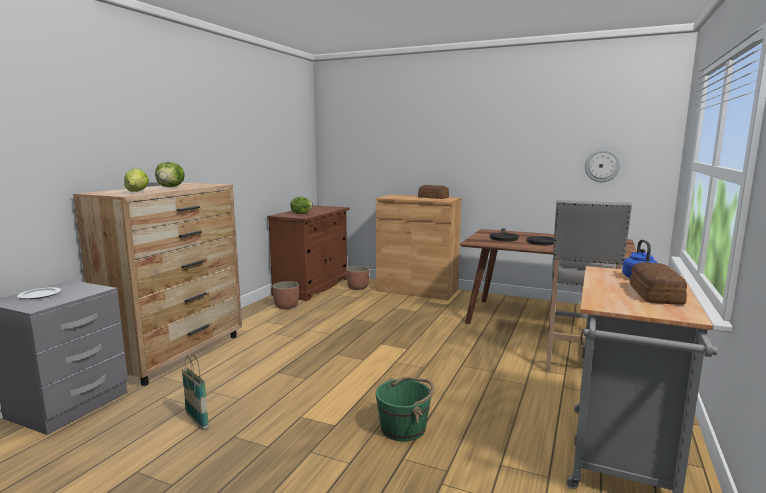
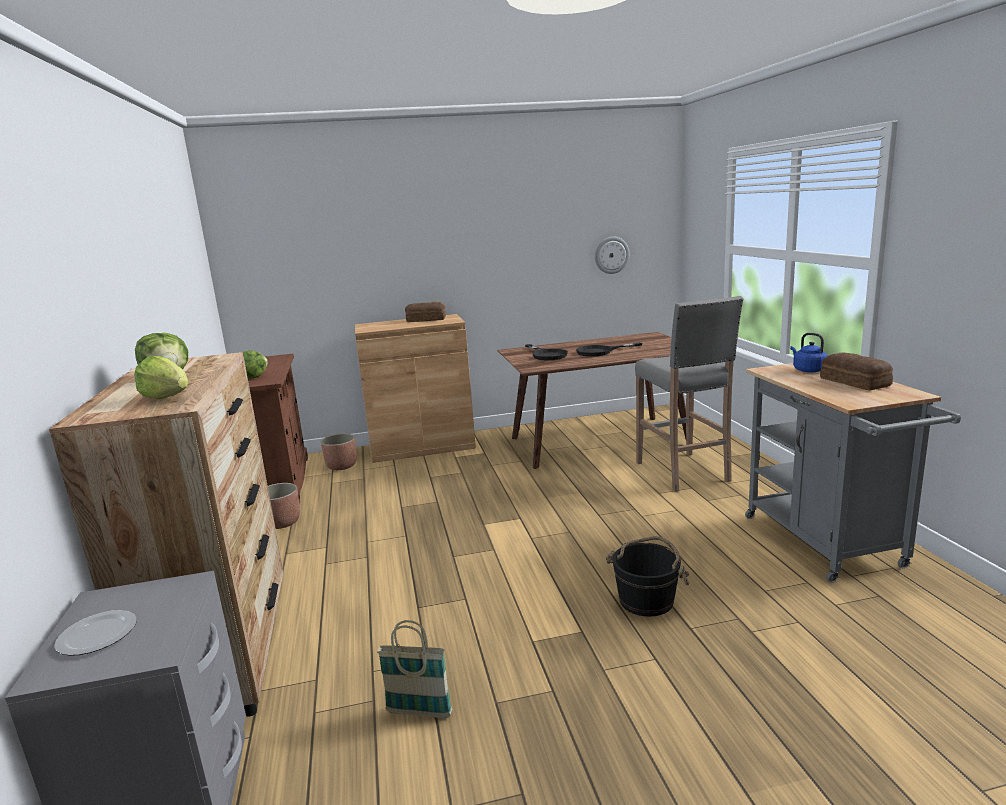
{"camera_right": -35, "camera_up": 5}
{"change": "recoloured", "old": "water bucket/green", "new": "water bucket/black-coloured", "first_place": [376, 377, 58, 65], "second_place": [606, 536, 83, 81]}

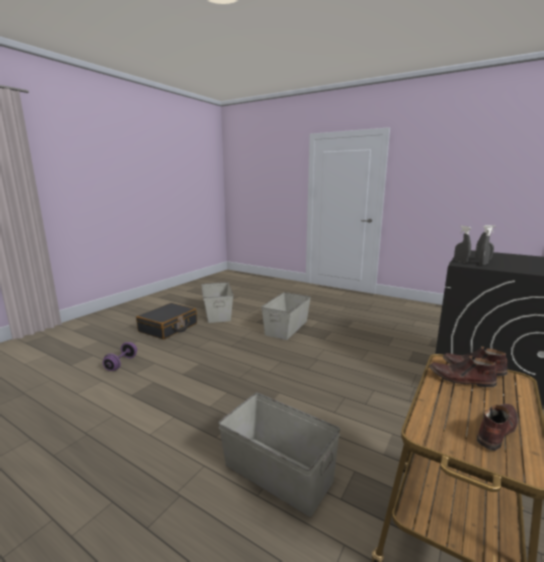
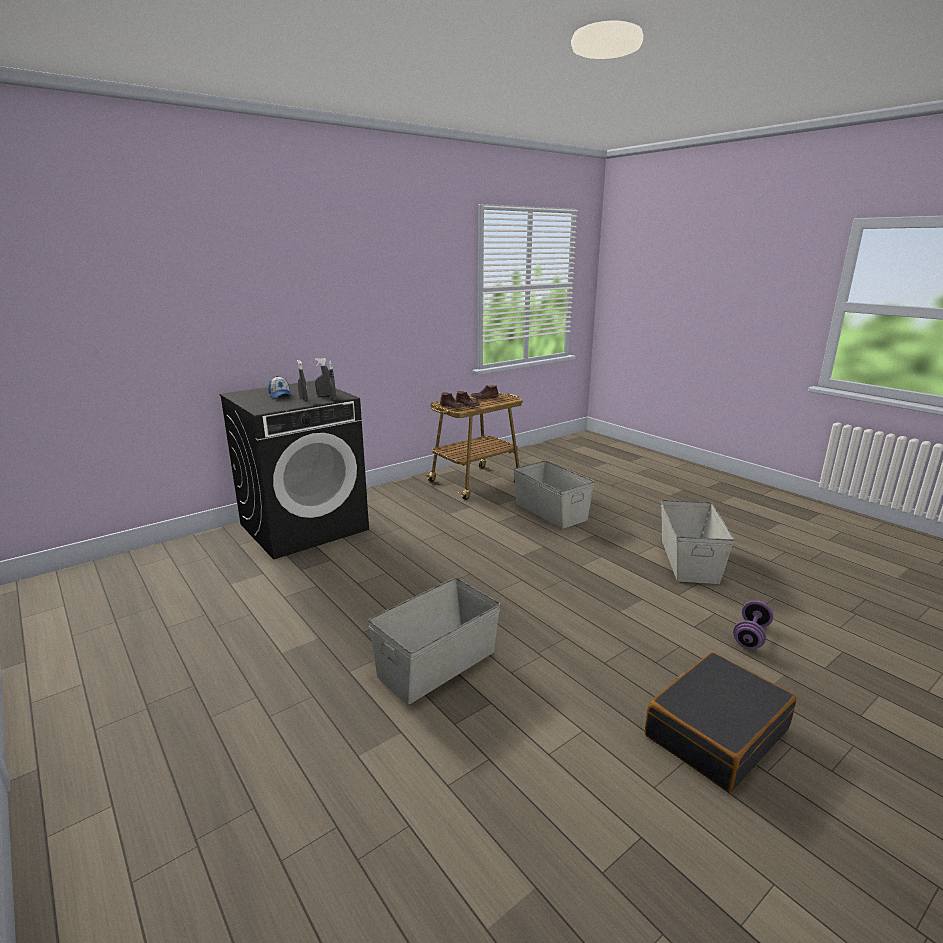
{"camera_right": -160, "camera_up": 5}
{"change": "moved", "old": "storage bin/grey", "first_place": [201, 282, 33, 41], "second_place": [661, 500, 74, 84]}
{"change": "added", "new": "baseball cap", "second_place": [268, 376, 25, 23]}

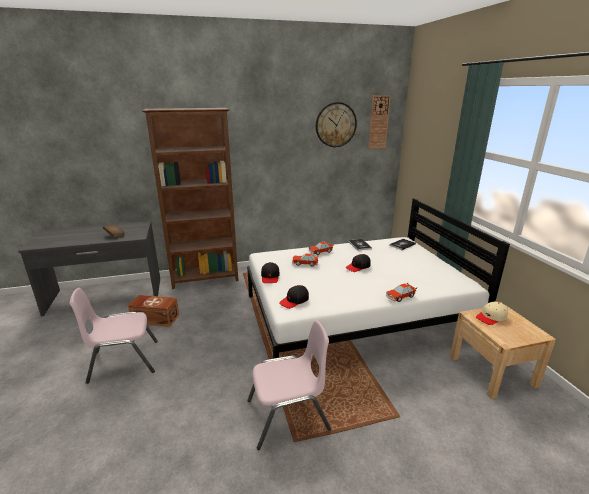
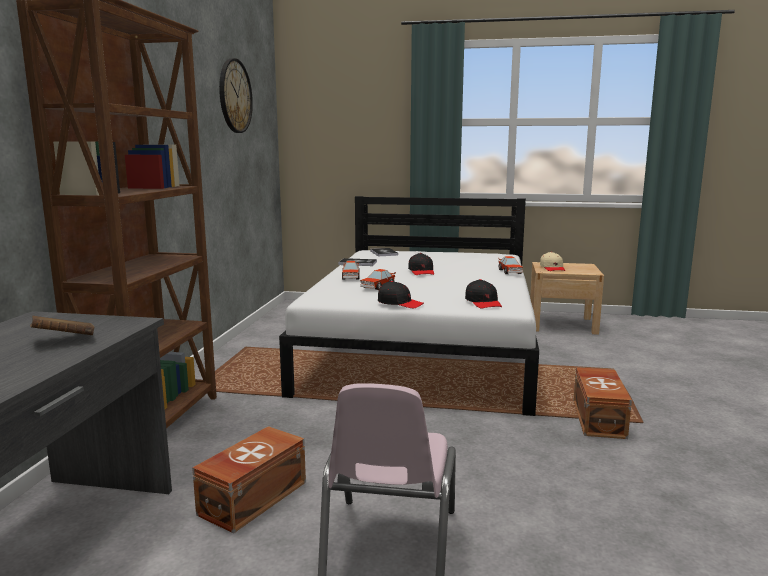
{"camera_right": -65, "camera_up": -10}
{"change": "removed", "old": "clock on the wall", "first_place": [369, 95, 22, 54]}
{"change": "replaced", "old": "chair/pink", "new": "storage bin/brownish", "first_place": [247, 320, 85, 130], "second_place": [573, 367, 59, 72]}

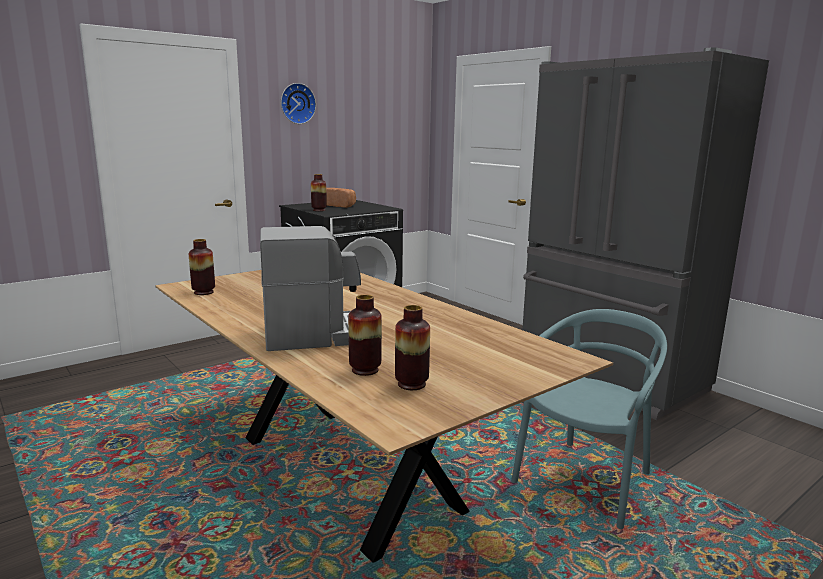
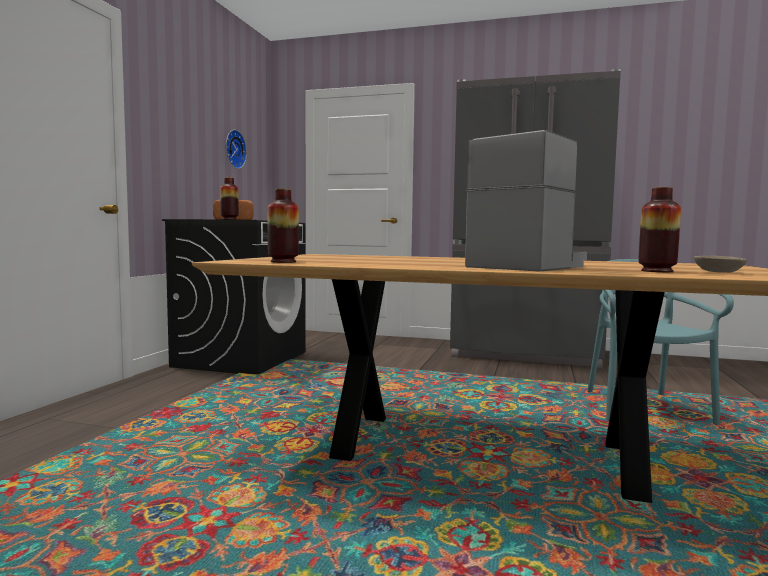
{"camera_right": -35, "camera_up": -10}
{"change": "moved", "old": "clock on the wall", "first_place": [281, 83, 35, 41], "second_place": [226, 130, 21, 39]}
{"change": "replaced", "old": "vase", "new": "bowl/beige", "first_place": [395, 305, 35, 85], "second_place": [694, 256, 53, 17]}

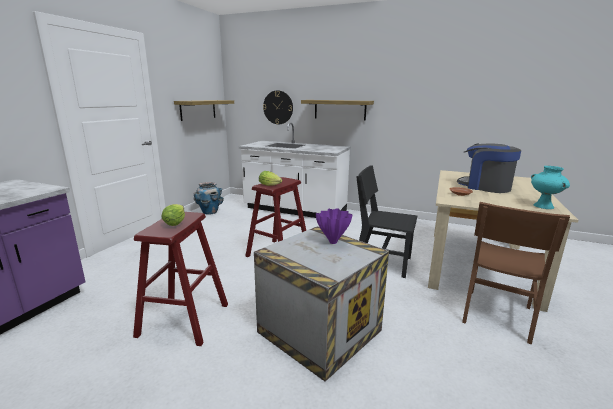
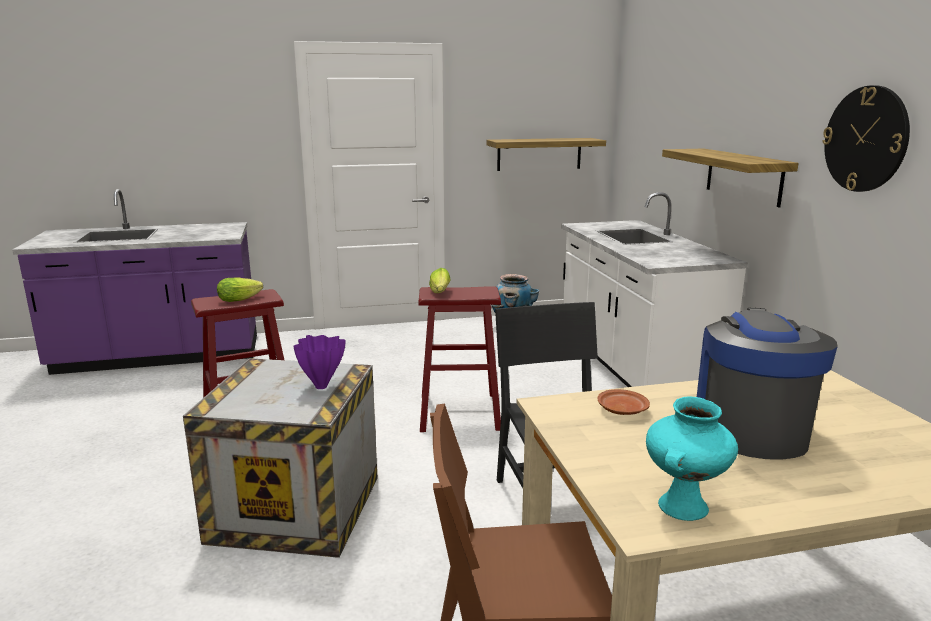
{"camera_right": 55, "camera_up": 0}
{"change": "moved", "old": "clock on the wall", "first_place": [263, 90, 30, 34], "second_place": [822, 85, 88, 107]}

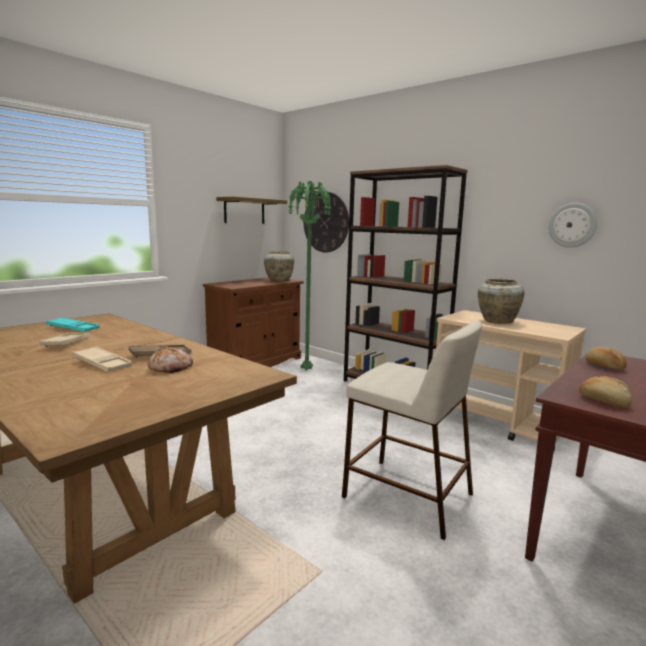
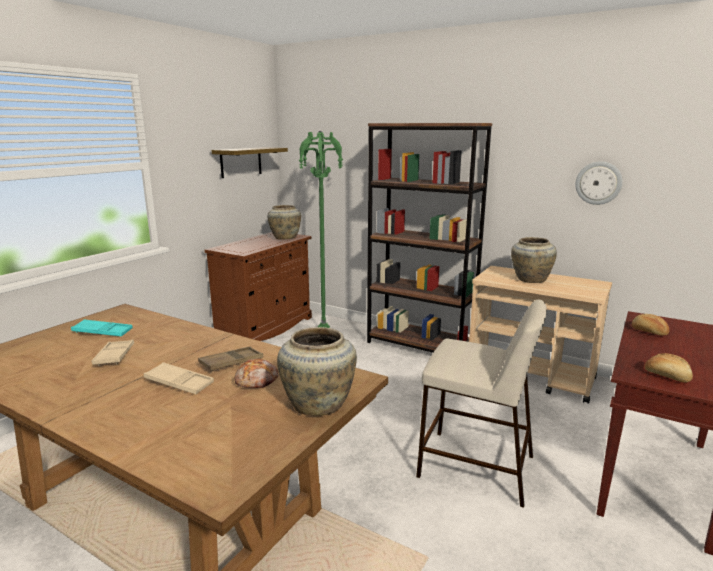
{"camera_right": -10, "camera_up": 5}
{"change": "removed", "old": "clock on the wall", "first_place": [304, 192, 45, 61]}
{"change": "added", "new": "vase/beige", "second_place": [277, 327, 80, 88]}

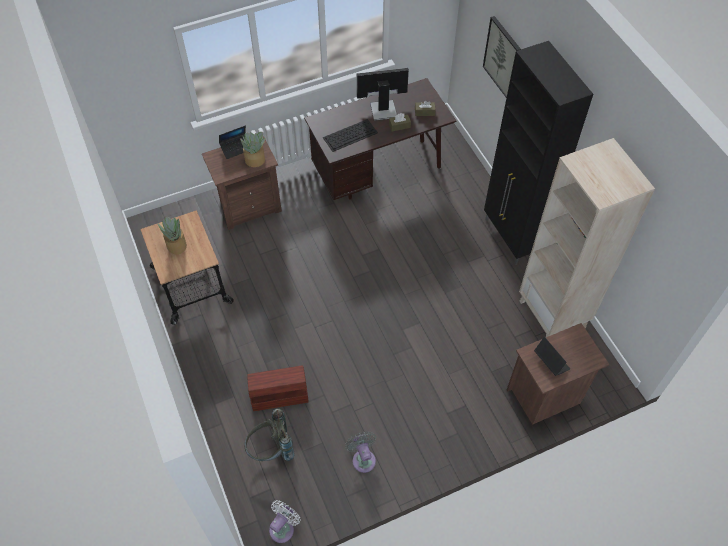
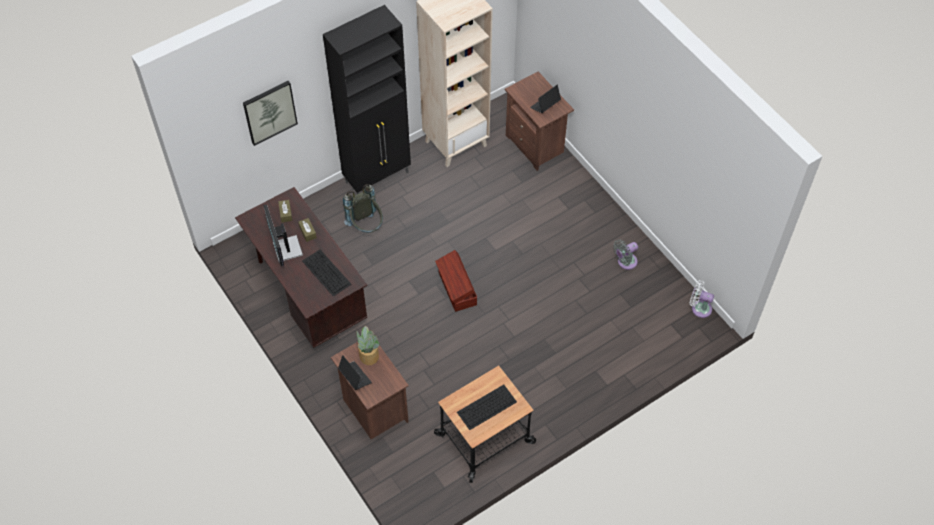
{"camera_right": -100, "camera_up": 0}
{"change": "replaced", "old": "plant in a pot", "new": "PC keyboard", "first_place": [157, 217, 30, 38], "second_place": [457, 385, 60, 45]}
{"change": "moved", "old": "storage bin/brownish", "first_place": [247, 365, 62, 46], "second_place": [435, 250, 42, 62]}
{"change": "moved", "old": "knapsack/grey", "first_place": [244, 409, 51, 52], "second_place": [343, 184, 40, 49]}

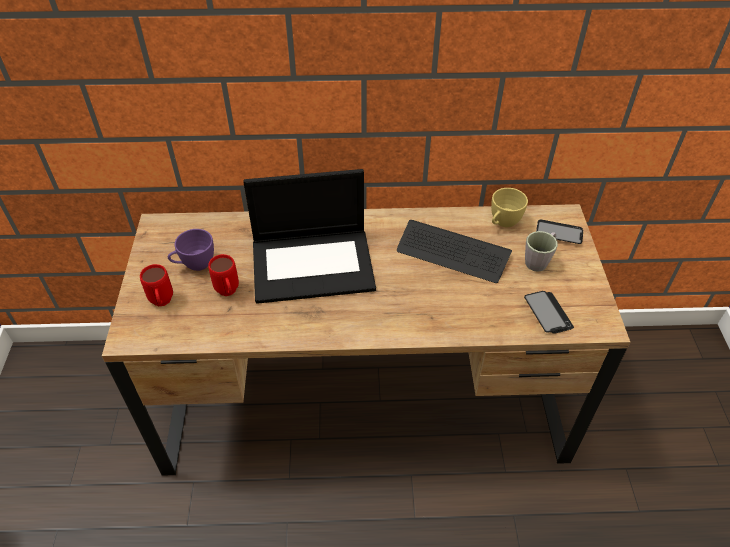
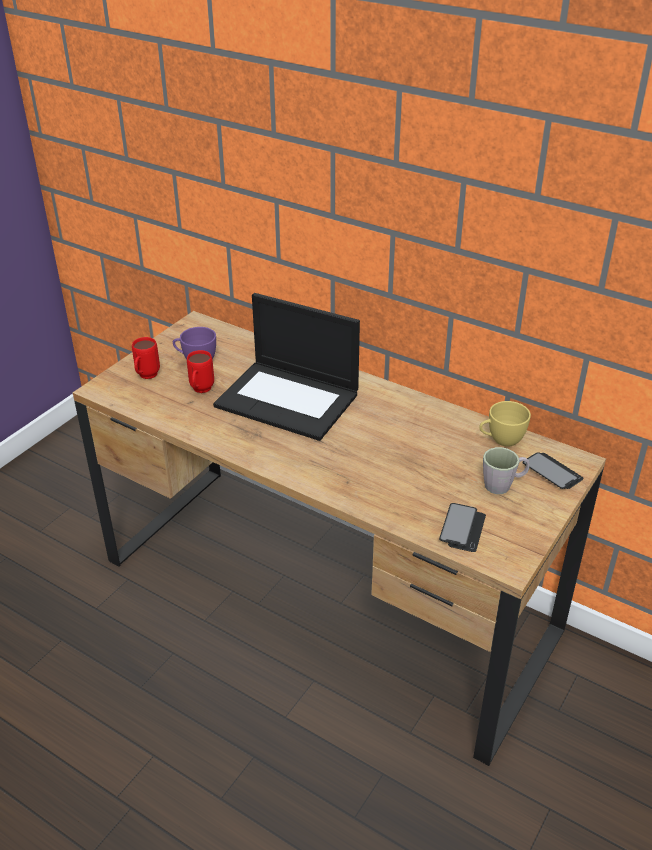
{"camera_right": 35, "camera_up": -10}
{"change": "removed", "old": "PC keyboard", "first_place": [397, 220, 115, 63]}

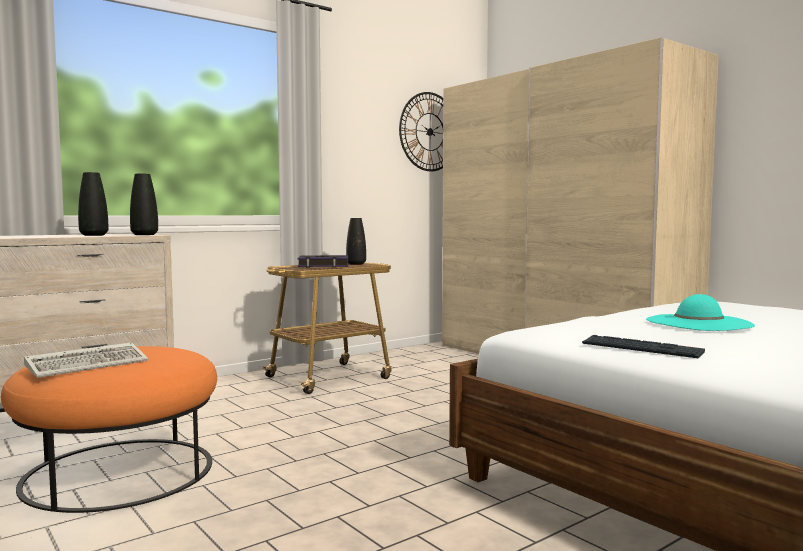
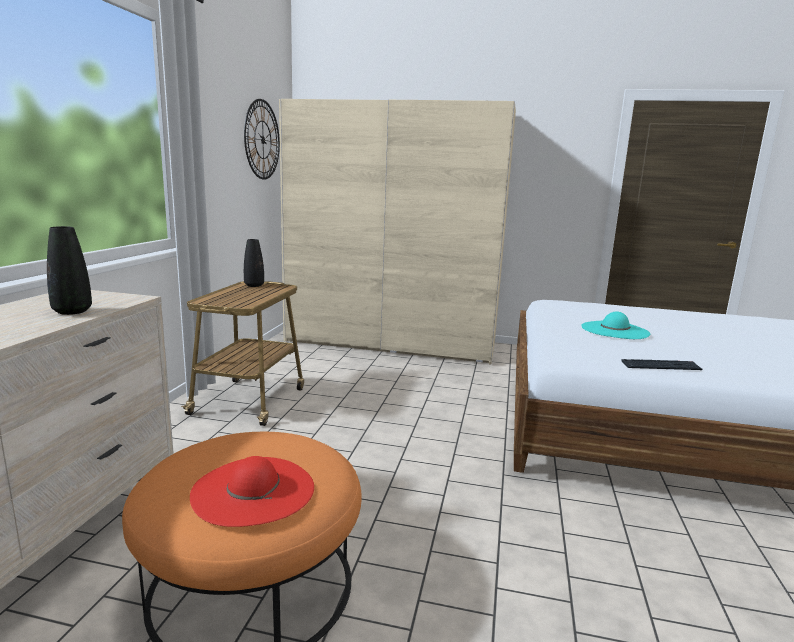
{"camera_right": -40, "camera_up": 10}
{"change": "removed", "old": "vase/black-coloured", "first_place": [130, 174, 28, 61]}
{"change": "removed", "old": "volume", "first_place": [298, 255, 50, 13]}
{"change": "replaced", "old": "PC keyboard", "new": "clothing hat/red-coloured", "first_place": [24, 342, 124, 36], "second_place": [190, 456, 124, 71]}

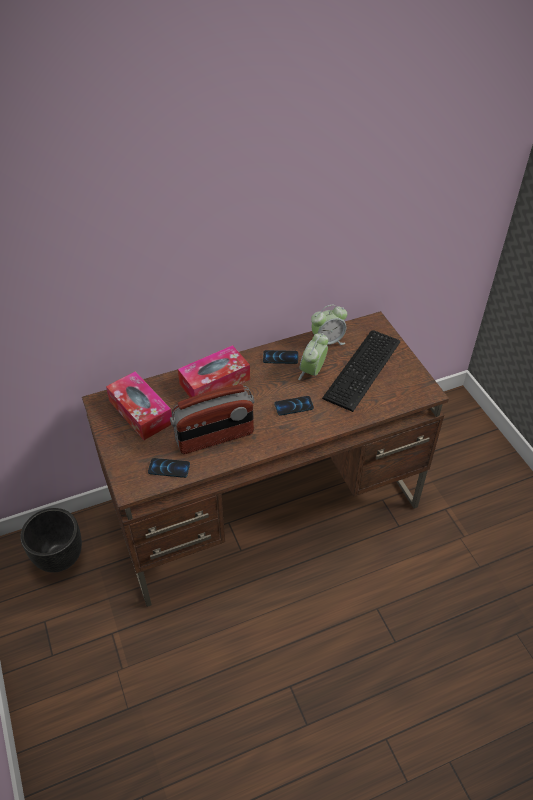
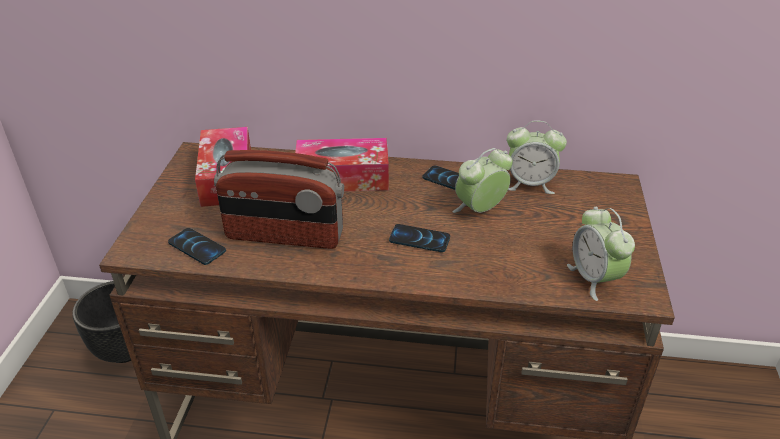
{"camera_right": 30, "camera_up": -10}
{"change": "removed", "old": "PC keyboard", "first_place": [322, 330, 78, 82]}
{"change": "added", "new": "bedside clock", "second_place": [567, 207, 68, 94]}

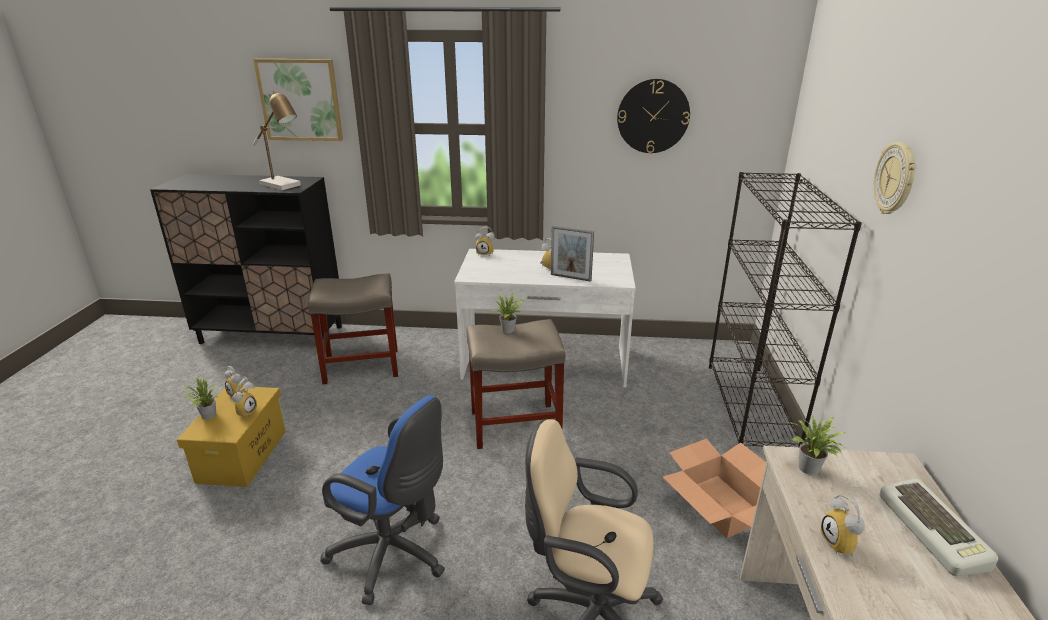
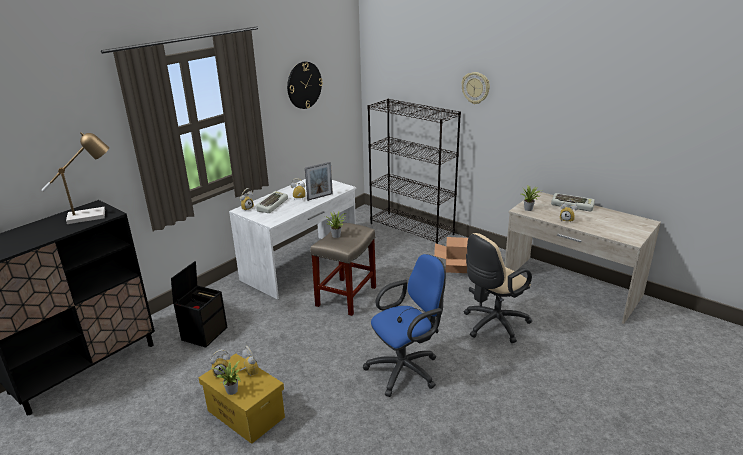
{"camera_right": -55, "camera_up": 0}
{"change": "removed", "old": "wall picture", "first_place": [253, 59, 90, 82]}
{"change": "replaced", "old": "sitting stool/beige", "new": "storage bin/black-coloured", "first_place": [309, 273, 89, 111], "second_place": [171, 261, 56, 87]}
{"change": "added", "new": "PC keyboard", "second_place": [256, 191, 32, 22]}

